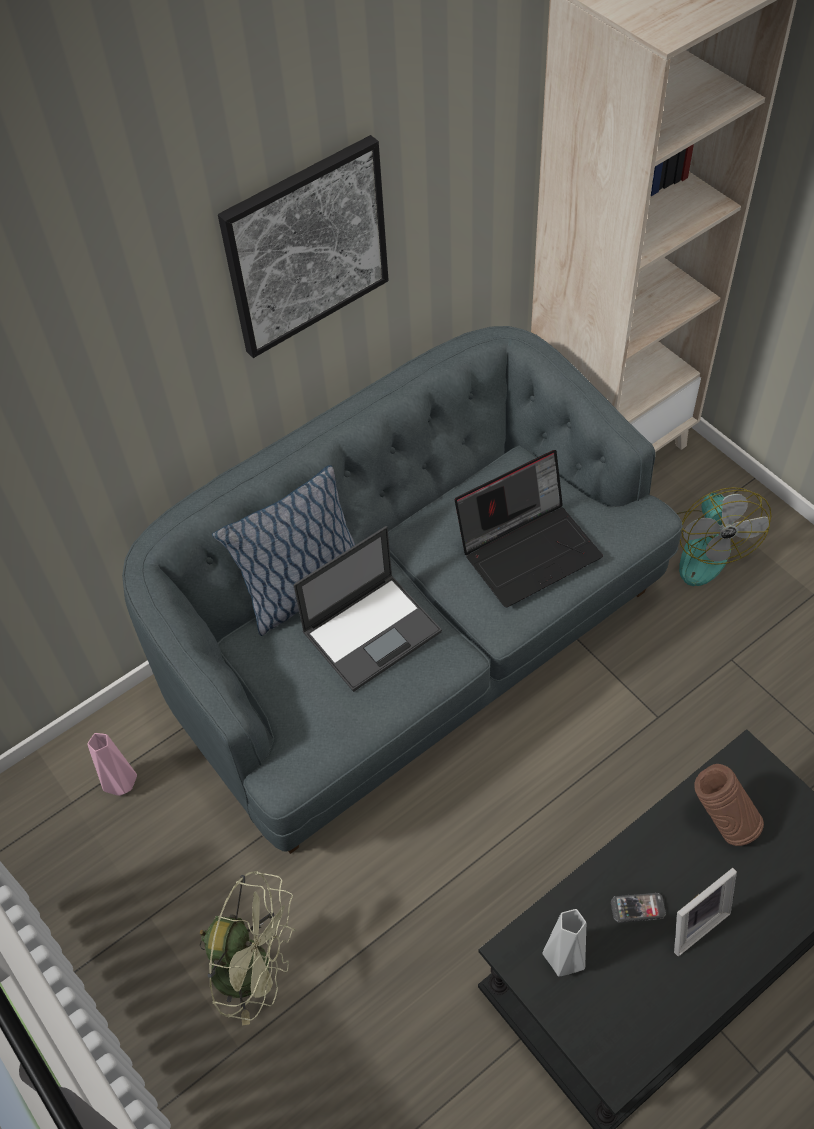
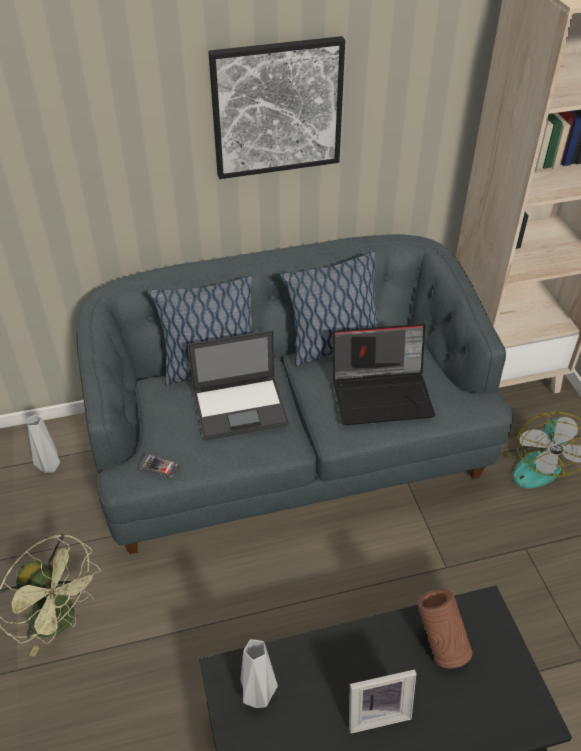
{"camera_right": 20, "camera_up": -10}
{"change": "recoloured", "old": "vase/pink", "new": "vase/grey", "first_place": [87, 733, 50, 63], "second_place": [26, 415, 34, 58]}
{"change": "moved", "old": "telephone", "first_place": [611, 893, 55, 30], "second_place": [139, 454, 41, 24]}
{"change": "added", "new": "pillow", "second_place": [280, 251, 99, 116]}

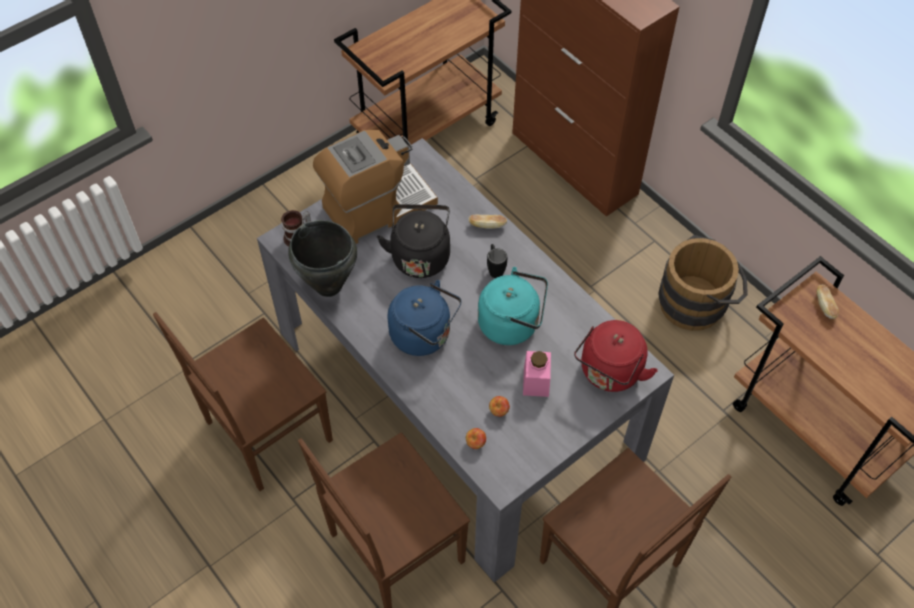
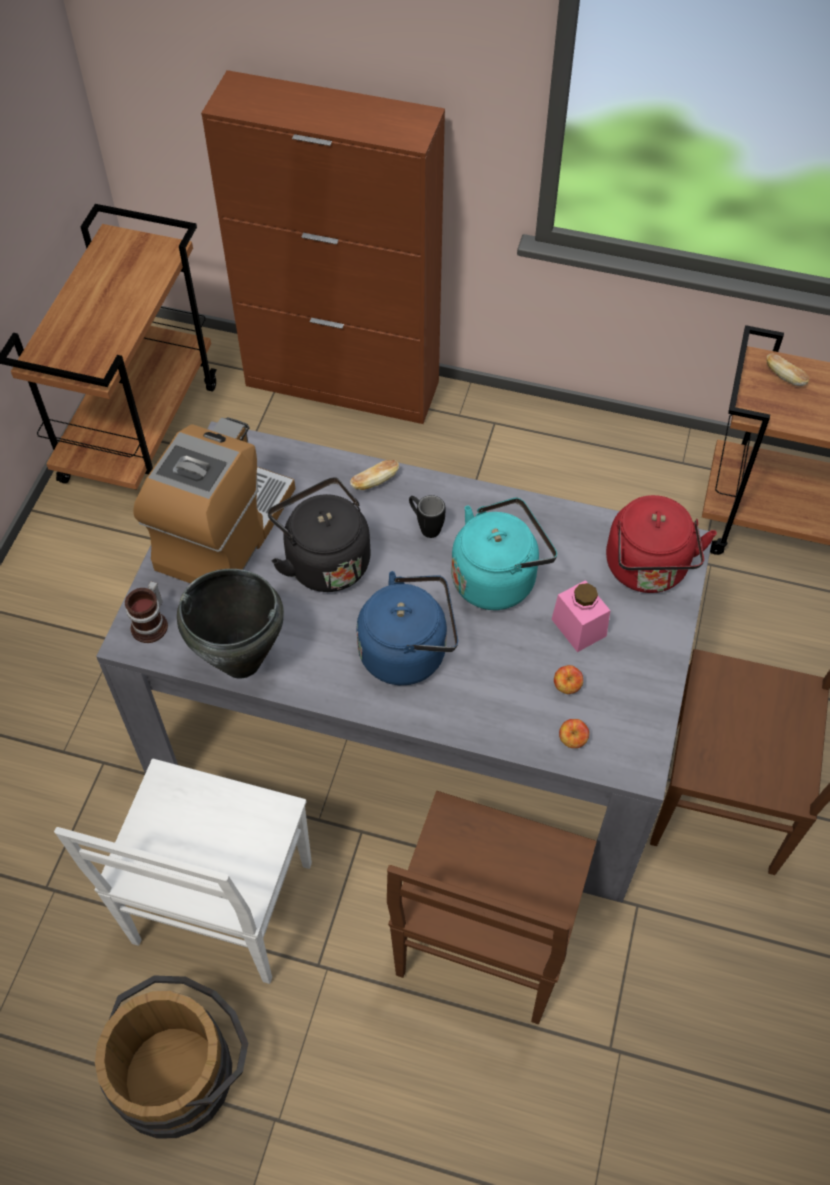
{"camera_right": -35, "camera_up": 0}
{"change": "moved", "old": "water bucket/brownish", "first_place": [658, 235, 90, 96], "second_place": [95, 975, 153, 164]}
{"change": "recoloured", "old": "chair/brownish", "new": "chair/white-coloured", "first_place": [153, 312, 180, 179], "second_place": [54, 759, 258, 225]}

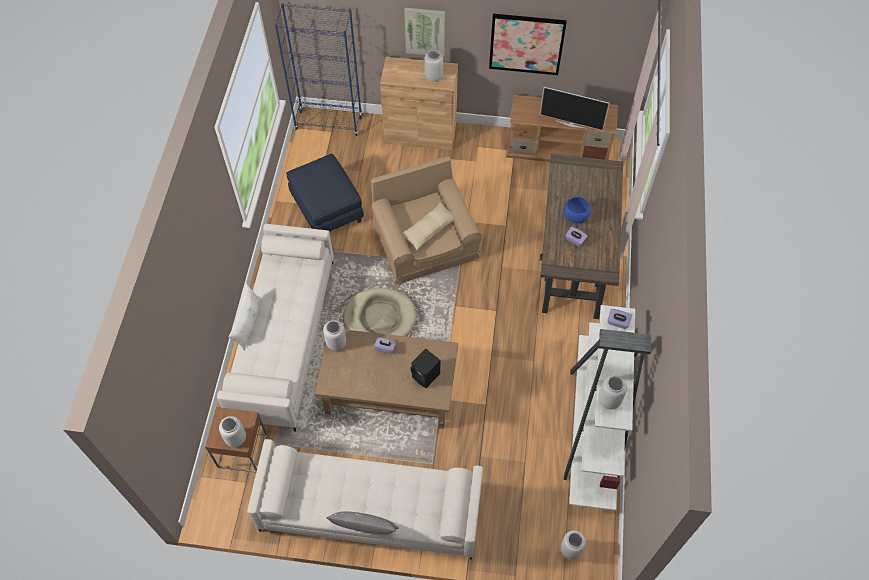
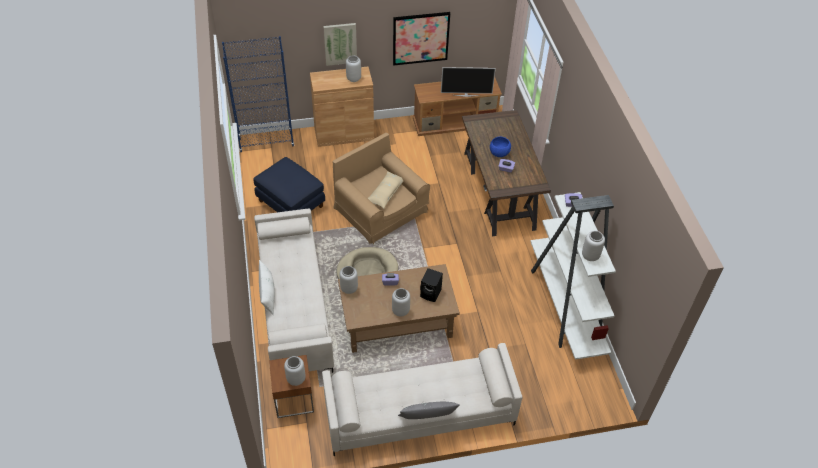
{"camera_right": -20, "camera_up": -10}
{"change": "moved", "old": "vase/grey", "first_place": [561, 530, 25, 30], "second_place": [392, 288, 18, 28]}

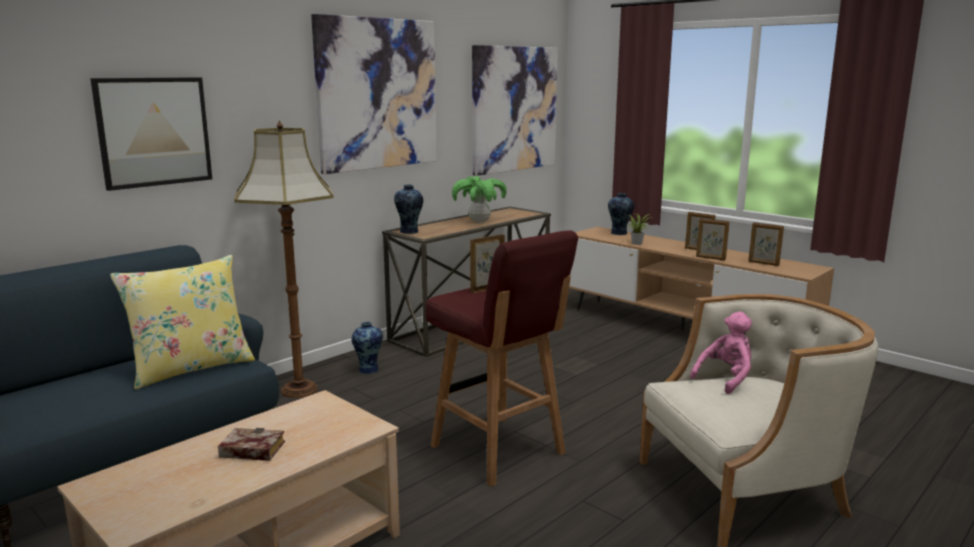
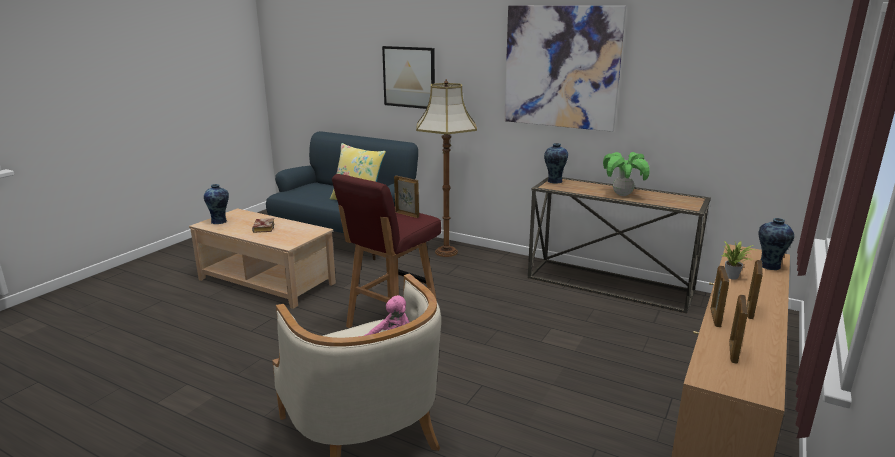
{"camera_right": 75, "camera_up": 5}
{"change": "removed", "old": "wall picture", "first_place": [472, 45, 86, 131]}
{"change": "moved", "old": "vase", "first_place": [352, 322, 31, 52], "second_place": [204, 184, 25, 40]}

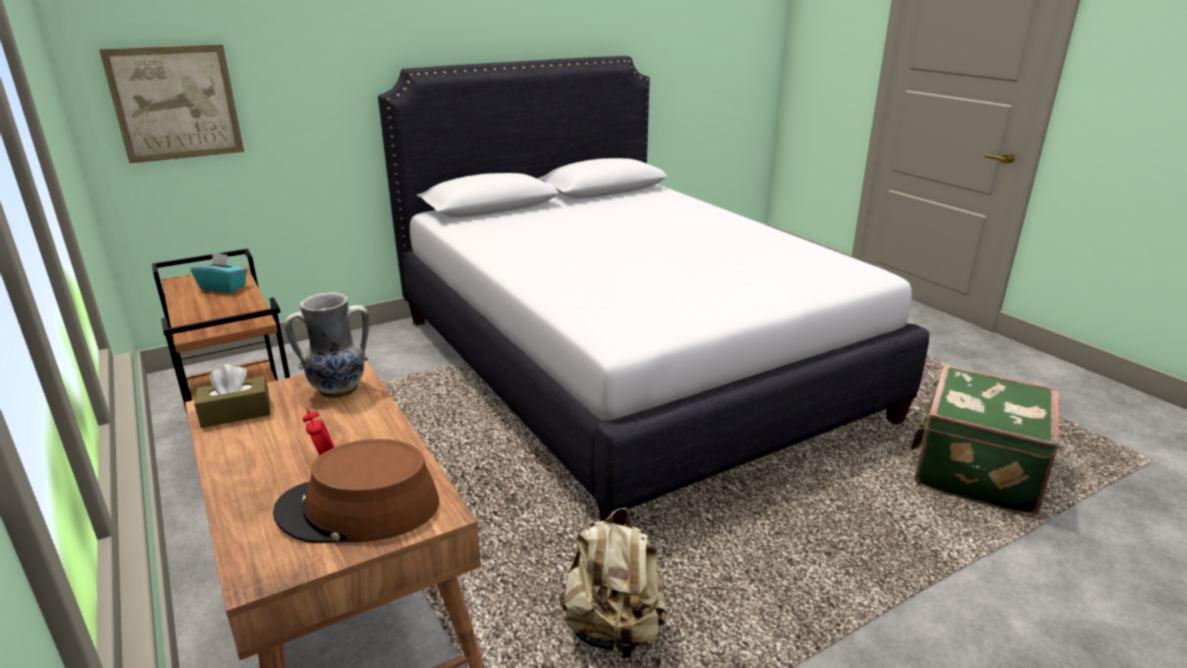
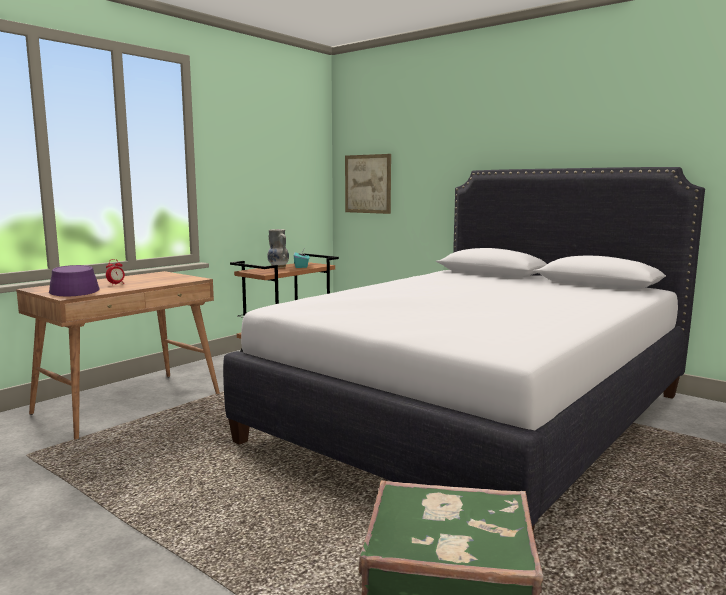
{"camera_right": 70, "camera_up": -15}
{"change": "moved", "old": "vase", "first_place": [285, 292, 84, 106], "second_place": [267, 229, 22, 39]}
{"change": "removed", "old": "tissue box/brownish", "first_place": [195, 364, 75, 64]}
{"change": "recoloured", "old": "clothing hat/brownish", "new": "clothing hat/purple-coloured", "first_place": [273, 439, 166, 104], "second_place": [49, 265, 51, 31]}
{"change": "removed", "old": "knapsack/beige", "first_place": [559, 508, 109, 151]}

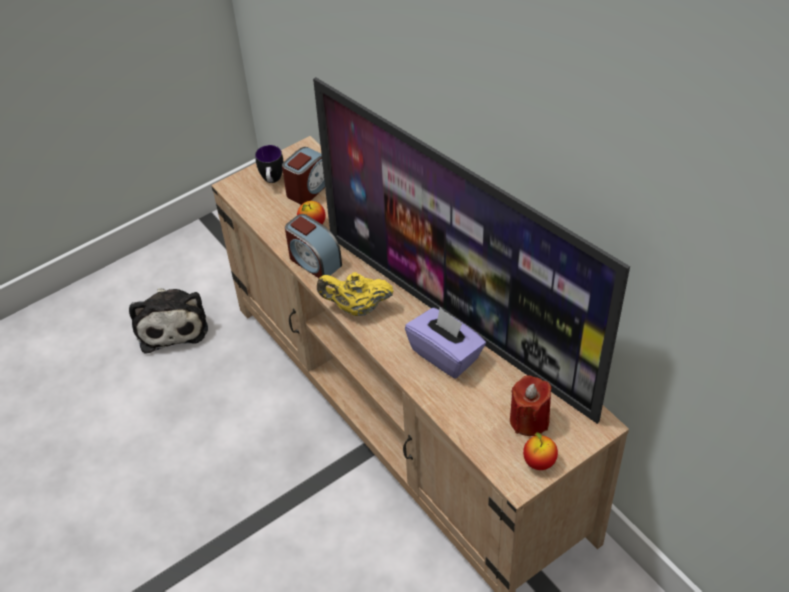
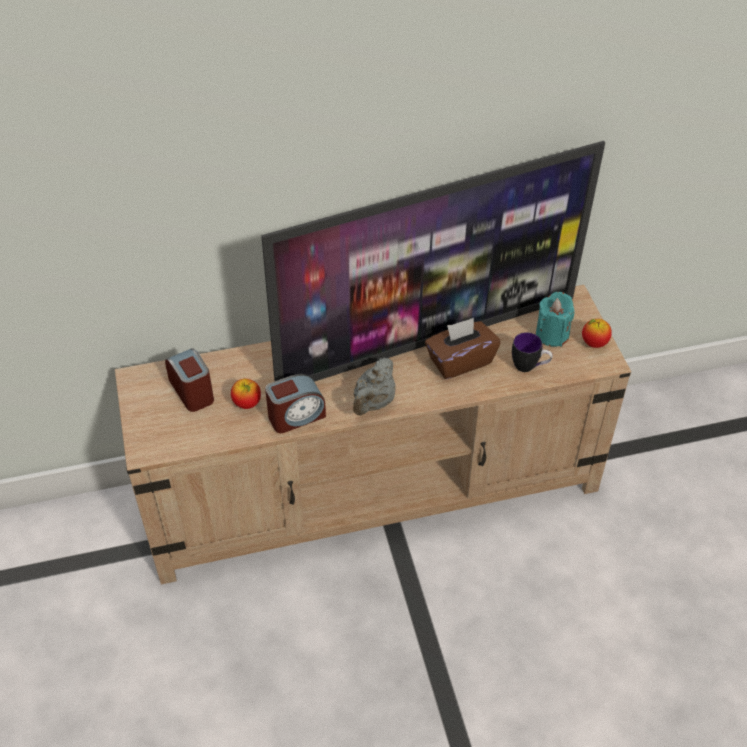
{"camera_right": -70, "camera_up": 0}
{"change": "moved", "old": "coffee mug", "first_place": [255, 145, 28, 38], "second_place": [512, 332, 41, 40]}
{"change": "recoloured", "old": "pot for tea/yellowish", "new": "pot for tea/grey", "first_place": [317, 272, 77, 44], "second_place": [353, 357, 42, 59]}
{"change": "removed", "old": "soft toy", "first_place": [129, 288, 79, 65]}
{"change": "recoloured", "old": "tissue box/purple-coloured", "new": "tissue box/brownish", "first_place": [405, 307, 81, 71], "second_place": [425, 318, 76, 61]}
{"change": "recoloured", "old": "wax light/red-coloured", "new": "wax light/turquoise-coloured", "first_place": [510, 375, 42, 61], "second_place": [536, 292, 39, 55]}

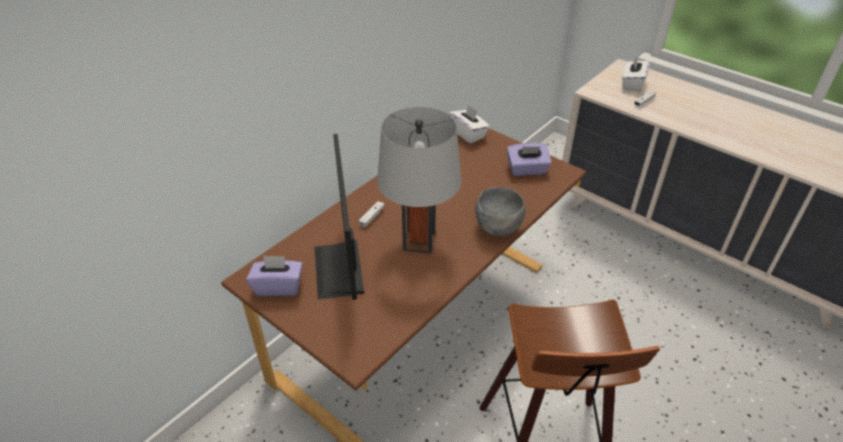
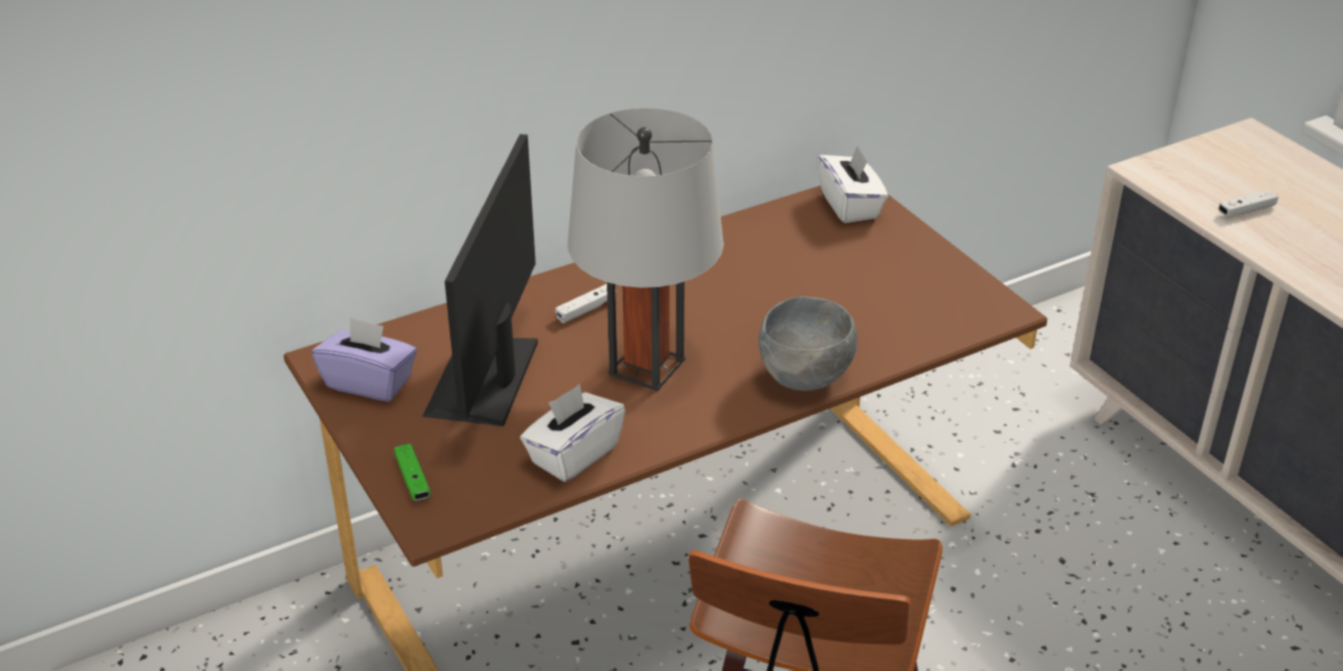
{"camera_right": 20, "camera_up": -5}
{"change": "moved", "old": "tissue box/white-coloured", "first_place": [622, 55, 28, 37], "second_place": [520, 384, 105, 98]}
{"change": "removed", "old": "tissue box/purple-coloured", "first_place": [507, 143, 45, 33]}
{"change": "added", "new": "joypad/green", "second_place": [394, 444, 37, 57]}

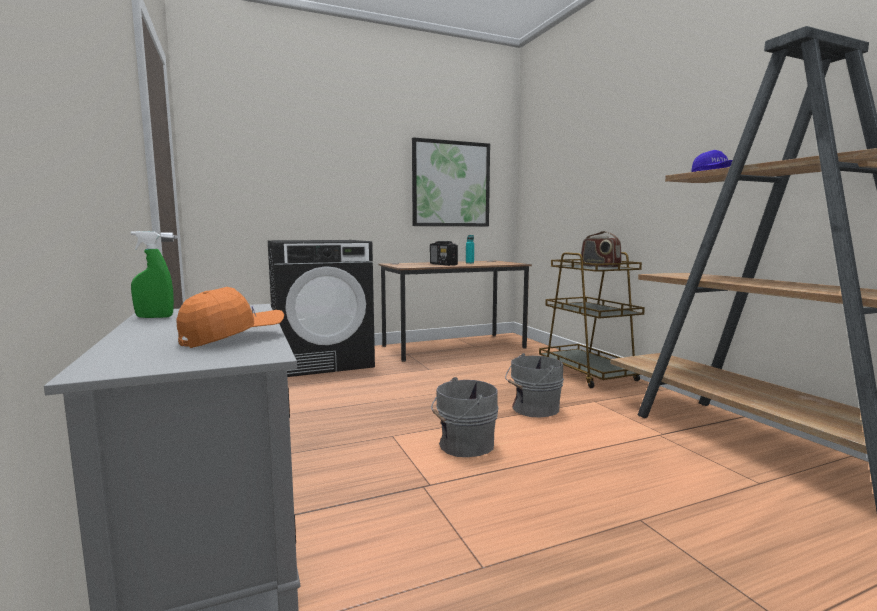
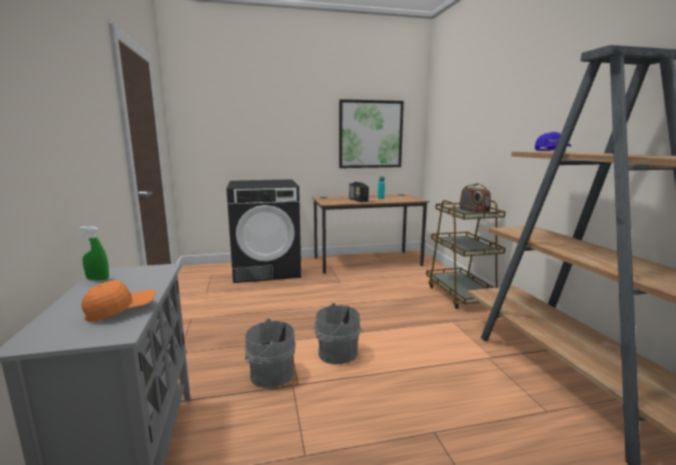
{"camera_right": 10, "camera_up": 5}
{"change": "moved", "old": "water bucket/grey", "first_place": [505, 353, 59, 64], "second_place": [245, 319, 50, 69]}

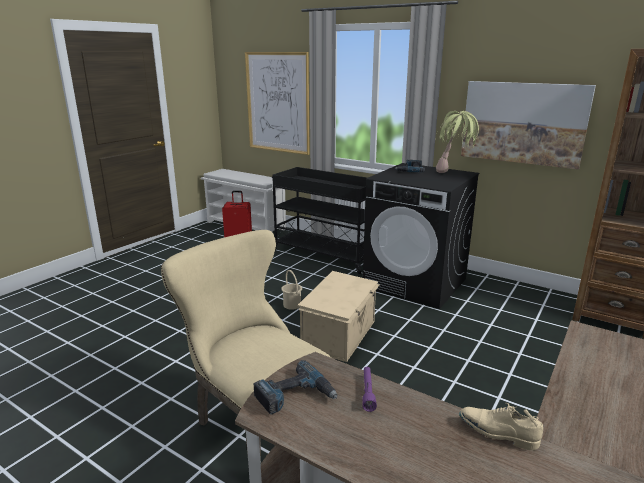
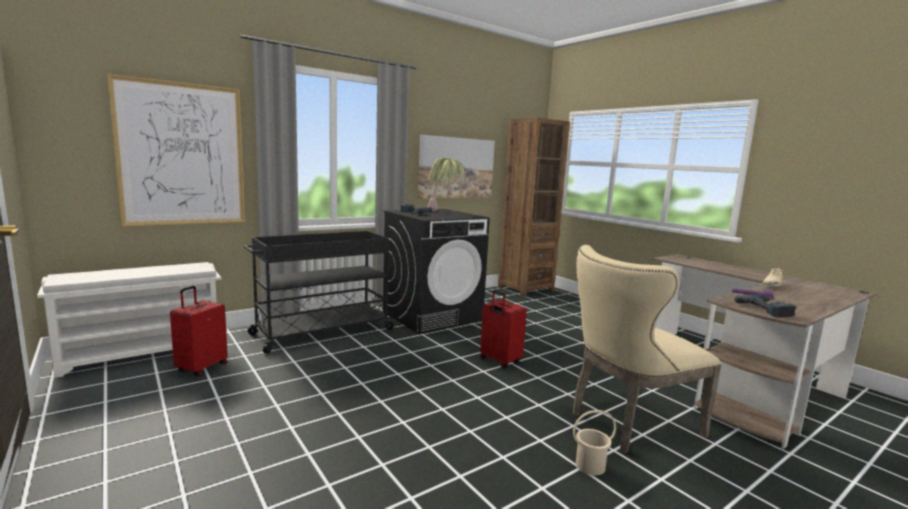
{"camera_right": -70, "camera_up": -10}
{"change": "moved", "old": "water bucket/beige", "first_place": [281, 270, 21, 40], "second_place": [573, 410, 43, 66]}
{"change": "replaced", "old": "storage bin/beige", "new": "travel case/red-coloured", "first_place": [298, 271, 82, 91], "second_place": [480, 290, 47, 78]}

